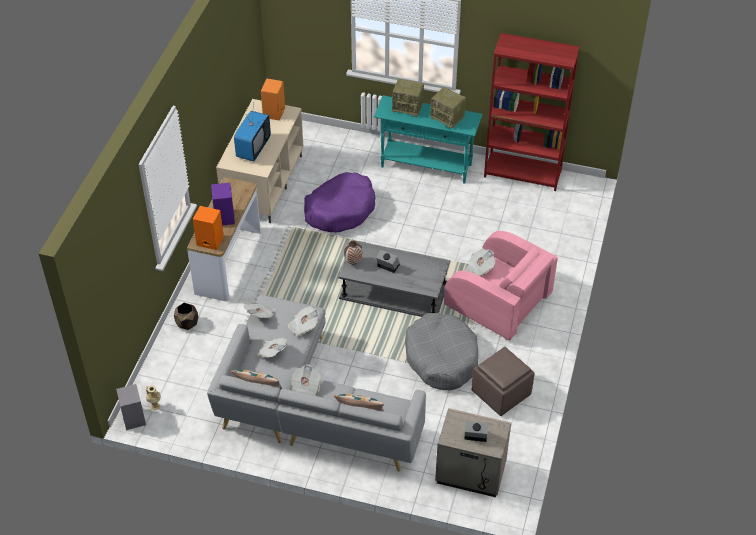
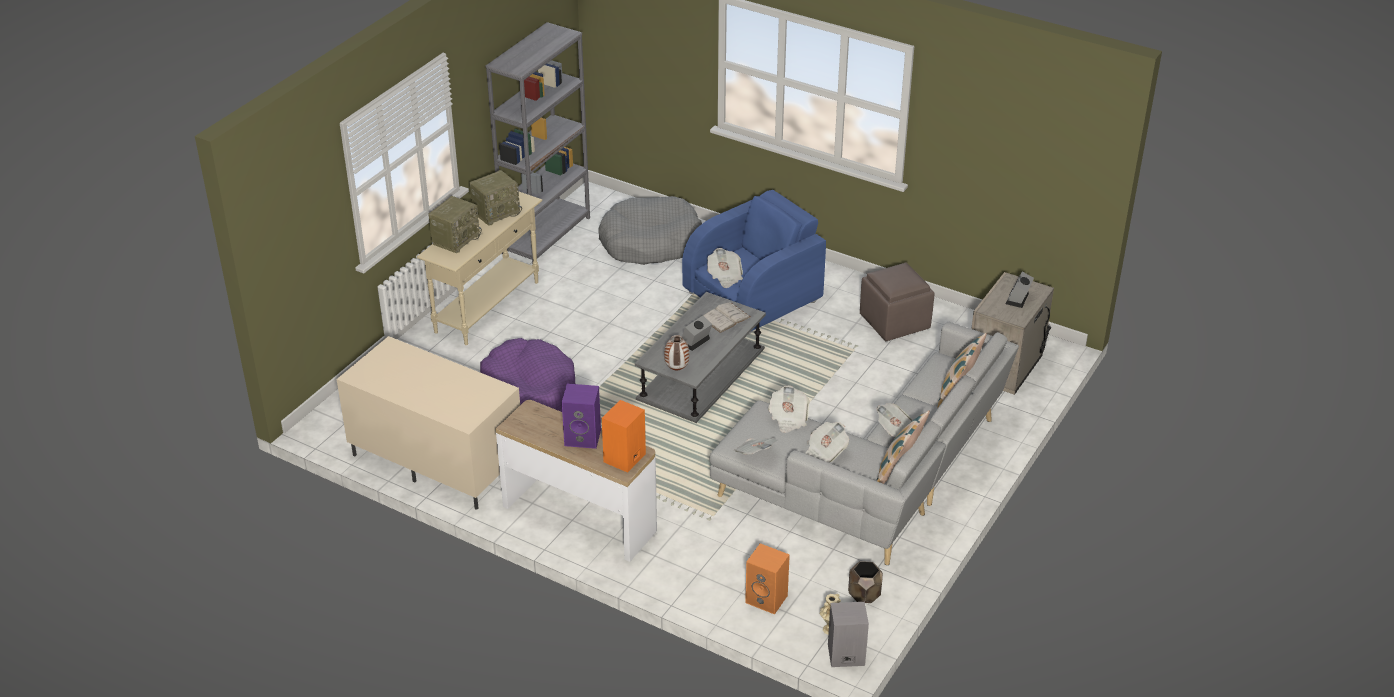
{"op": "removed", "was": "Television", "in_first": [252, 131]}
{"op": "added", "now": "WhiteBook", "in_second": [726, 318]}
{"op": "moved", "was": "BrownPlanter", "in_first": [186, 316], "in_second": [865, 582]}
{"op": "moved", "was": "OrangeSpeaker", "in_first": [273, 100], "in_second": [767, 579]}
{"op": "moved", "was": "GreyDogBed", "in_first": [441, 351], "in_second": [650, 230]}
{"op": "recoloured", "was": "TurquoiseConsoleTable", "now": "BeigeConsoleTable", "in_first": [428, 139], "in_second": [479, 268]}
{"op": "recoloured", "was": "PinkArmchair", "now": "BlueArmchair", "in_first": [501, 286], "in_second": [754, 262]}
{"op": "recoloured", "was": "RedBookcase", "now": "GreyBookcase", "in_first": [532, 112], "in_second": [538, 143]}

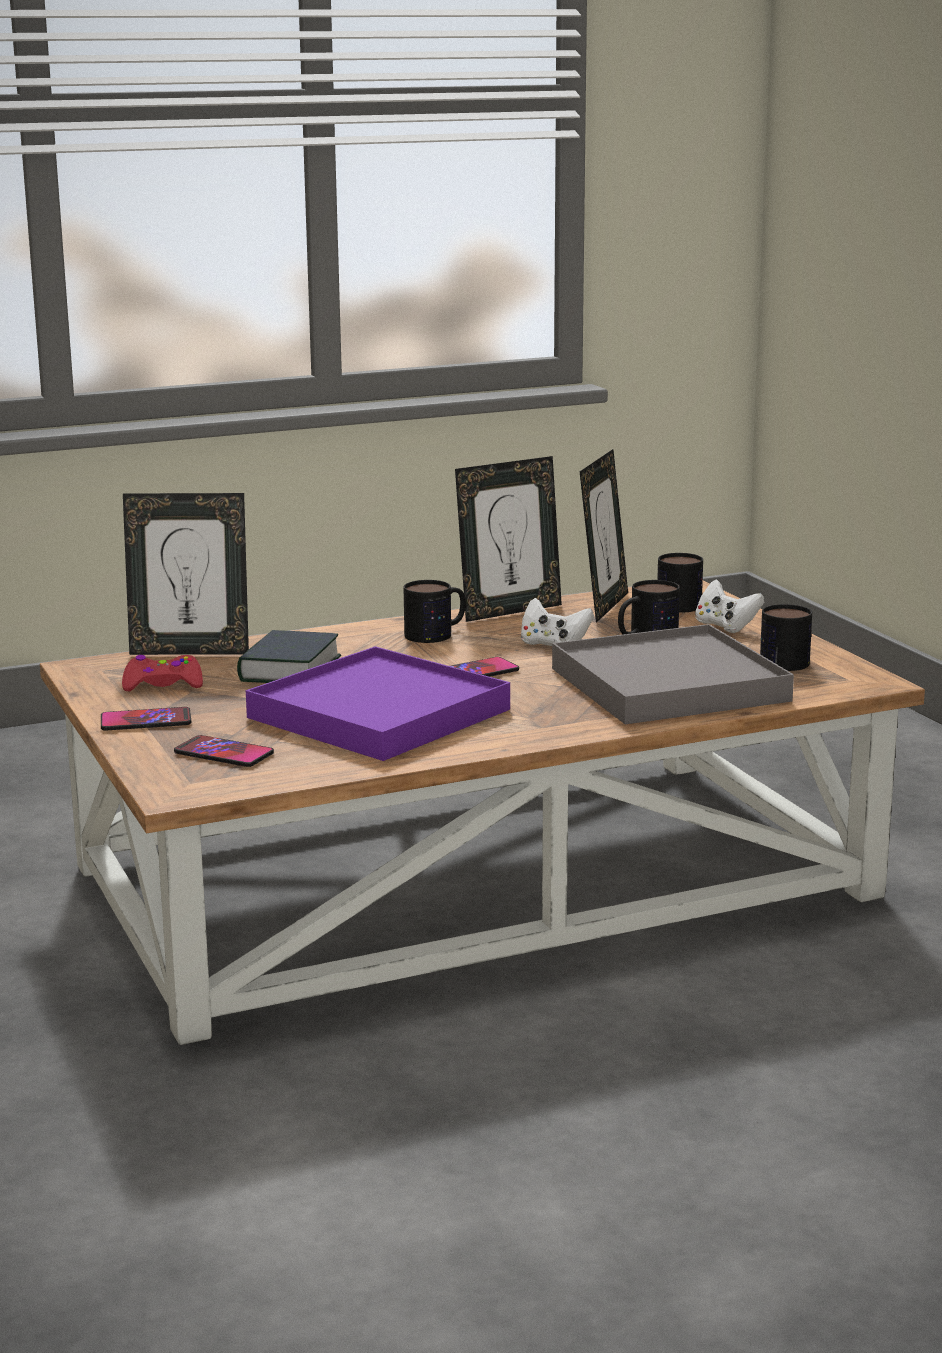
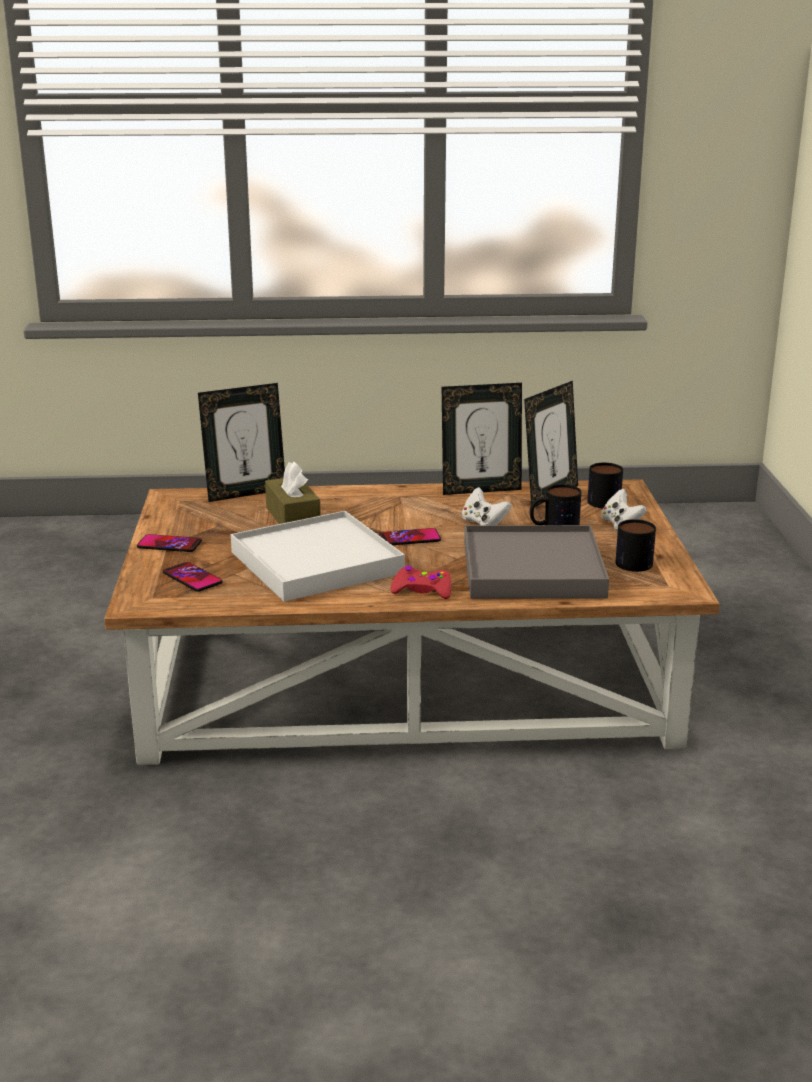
{"op": "removed", "was": "Mug", "in_first": [435, 611]}
{"op": "moved", "was": "RedGameController", "in_first": [162, 673], "in_second": [421, 582]}
{"op": "replaced", "was": "Book", "now": "BrownTissueBox", "in_first": [289, 656], "in_second": [293, 492]}
{"op": "recoloured", "was": "PurpleTray", "now": "WhiteTray", "in_first": [378, 703], "in_second": [318, 556]}
{"op": "turned", "was": "PictureFrame", "in_first": [186, 574], "in_second": [241, 442], "clockwise": -45}

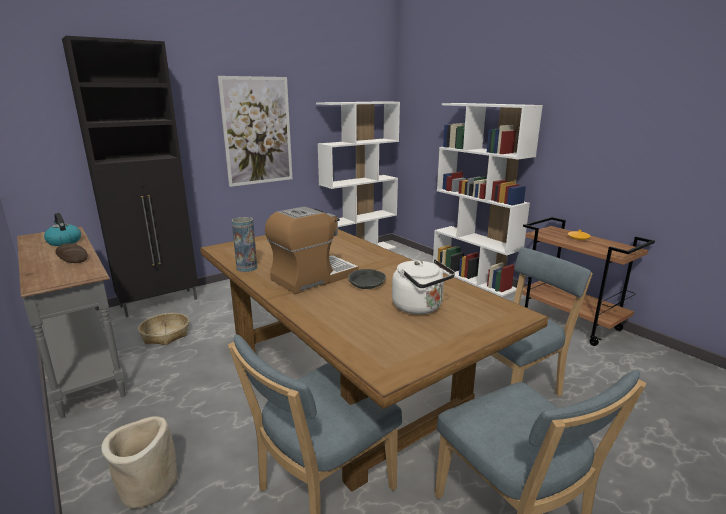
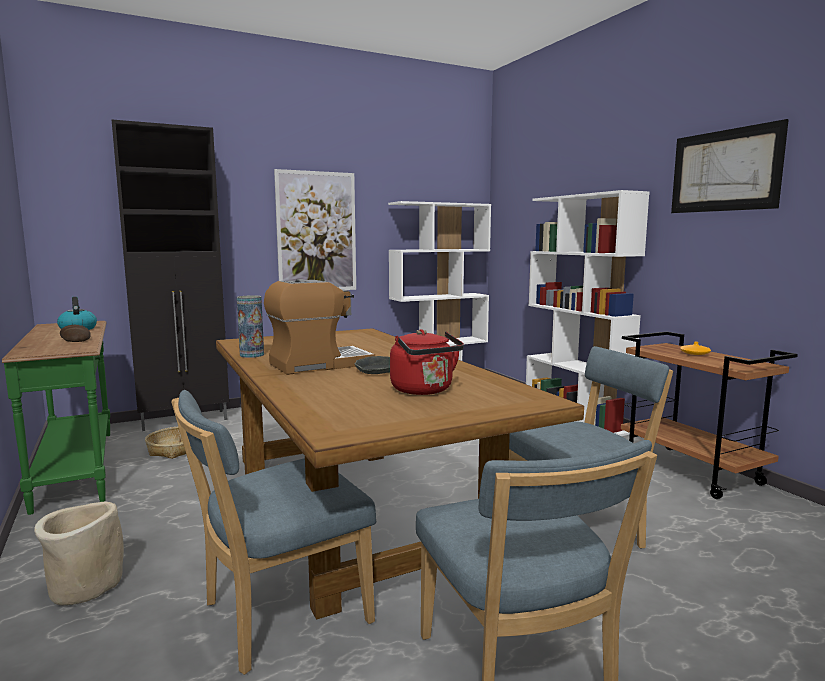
{"op": "added", "now": "Picture", "in_second": [730, 166]}
{"op": "recoloured", "was": "GreyConsoleTable", "now": "GreenConsoleTable", "in_first": [71, 322], "in_second": [56, 418]}
{"op": "recoloured", "was": "WhiteKettle", "now": "RedKettle", "in_first": [423, 286], "in_second": [427, 362]}

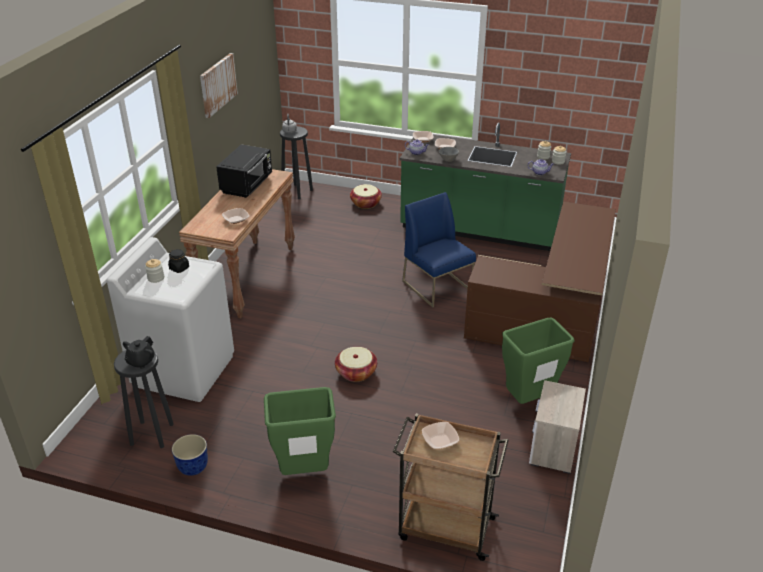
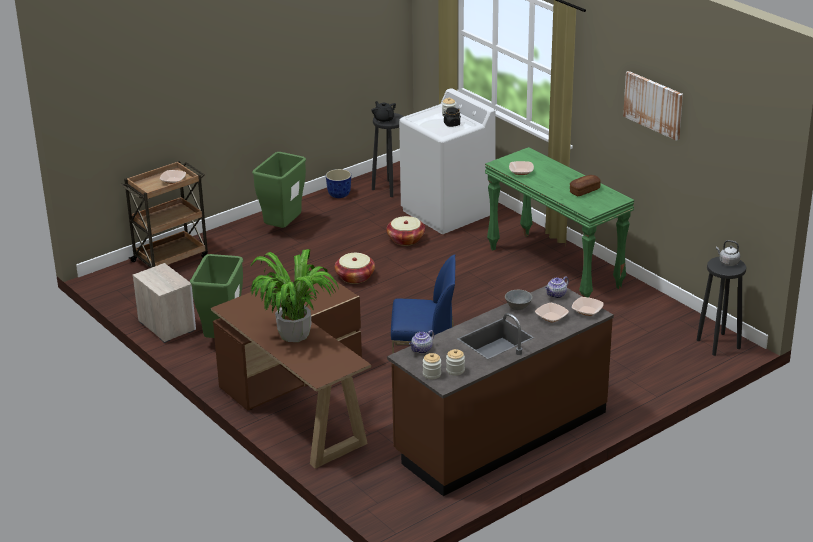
{"op": "added", "now": "PottedPlant", "in_second": [294, 295]}
{"op": "moved", "was": "Basket", "in_first": [366, 196], "in_second": [406, 231]}
{"op": "replaced", "was": "BlackMicrowave", "now": "Bread", "in_first": [244, 171], "in_second": [585, 185]}
{"op": "recoloured", "was": "BrownConsoleTable", "now": "GreenConsoleTable", "in_first": [237, 244], "in_second": [560, 222]}
{"op": "recoloured", "was": "GreenCounter", "now": "BrownCounter", "in_first": [485, 186], "in_second": [500, 390]}

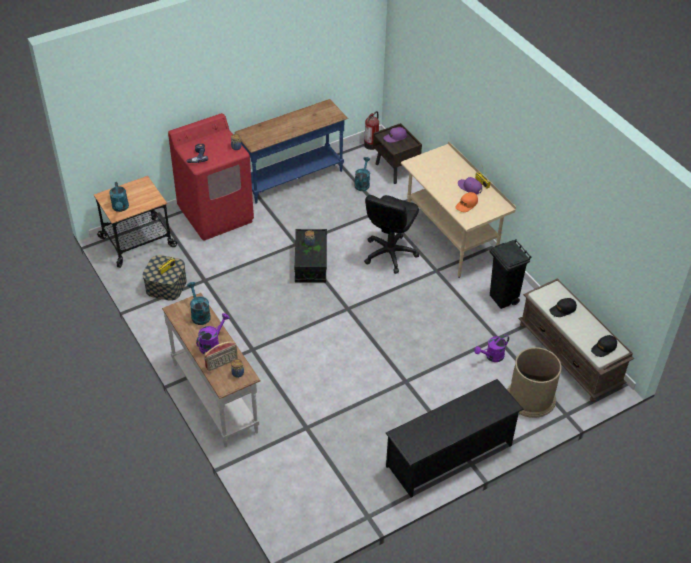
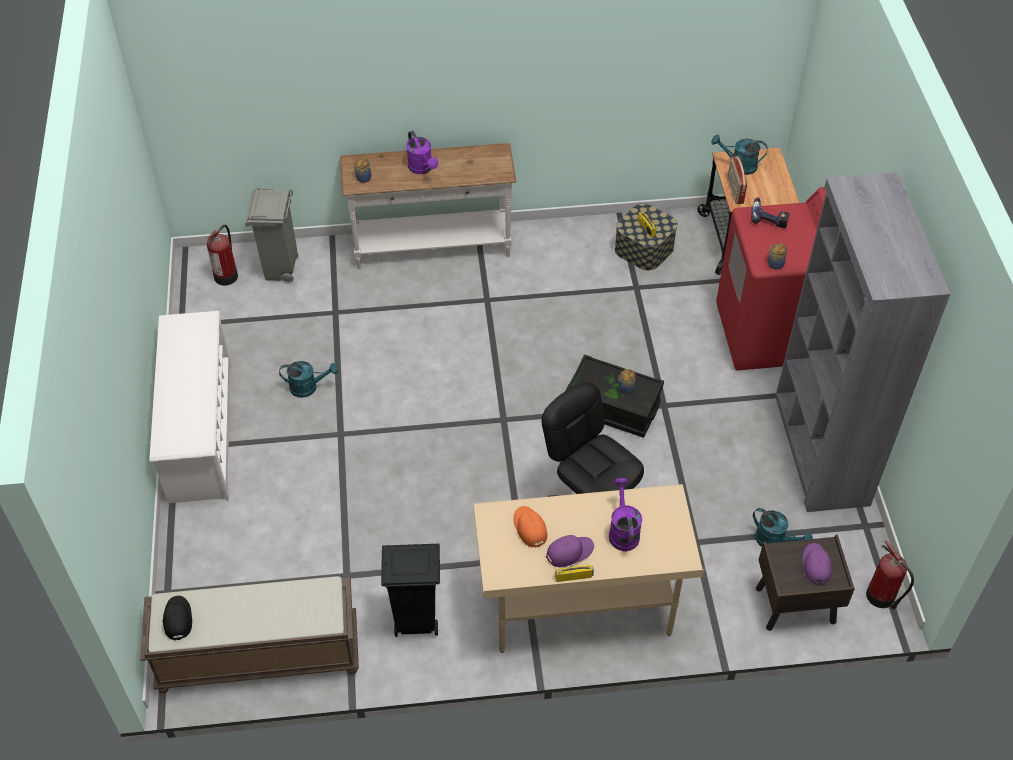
{"op": "removed", "was": "BrownTrashCan", "in_first": [534, 382]}
{"op": "removed", "was": "BlackCap", "in_first": [563, 307]}
{"op": "added", "now": "FireExtinguisher", "in_second": [222, 255]}
{"op": "added", "now": "GreyTrashCan", "in_second": [272, 235]}
{"op": "moved", "was": "TurquoiseWateringCan", "in_first": [199, 303], "in_second": [308, 379]}
{"op": "moved", "was": "Radio", "in_first": [221, 356], "in_second": [737, 180]}
{"op": "moved", "was": "PurpleWateringCan", "in_first": [491, 348], "in_second": [625, 514]}
{"op": "replaced", "was": "BlueConsoleTable", "now": "GreyBookcase", "in_first": [291, 151], "in_second": [862, 342]}
{"op": "recoloured", "was": "BlackShoeRack", "now": "WhiteShoeRack", "in_first": [455, 438], "in_second": [190, 407]}

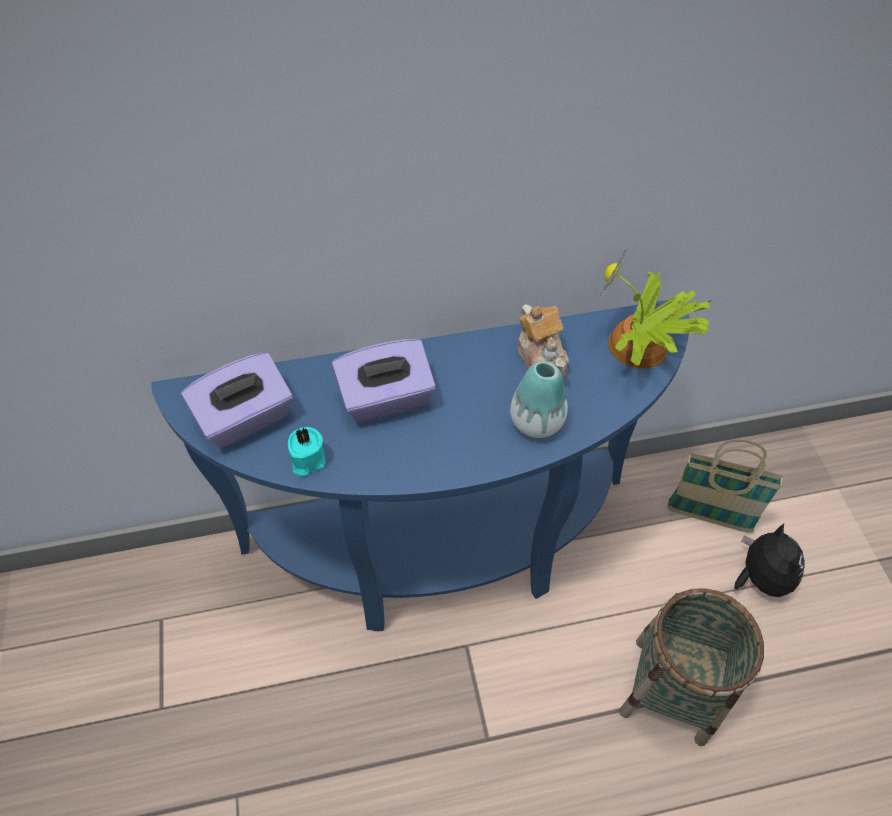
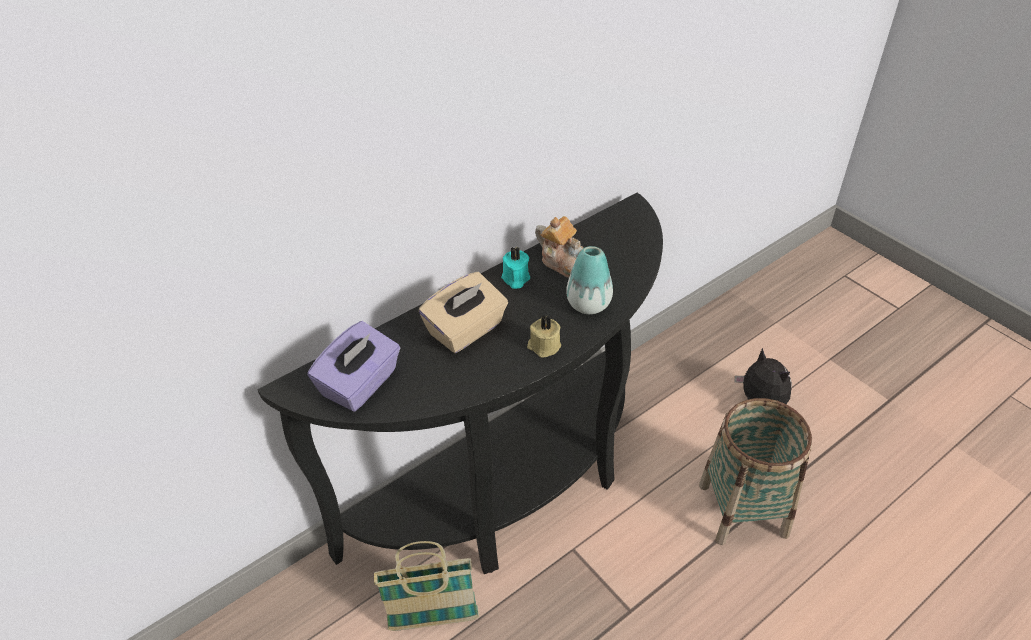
{"op": "removed", "was": "PottedPlant", "in_first": [654, 307]}
{"op": "added", "now": "BeigeCandle", "in_second": [544, 336]}
{"op": "moved", "was": "TurquoiseCandle", "in_first": [307, 452], "in_second": [515, 268]}
{"op": "moved", "was": "Basket", "in_first": [725, 486], "in_second": [426, 586]}
{"op": "recoloured", "was": "BlueConsoleTable", "now": "BlackConsoleTable", "in_first": [420, 465], "in_second": [460, 383]}
{"op": "recoloured", "was": "PurpleTissueBox", "now": "BeigeTissueBox", "in_first": [384, 381], "in_second": [463, 312]}

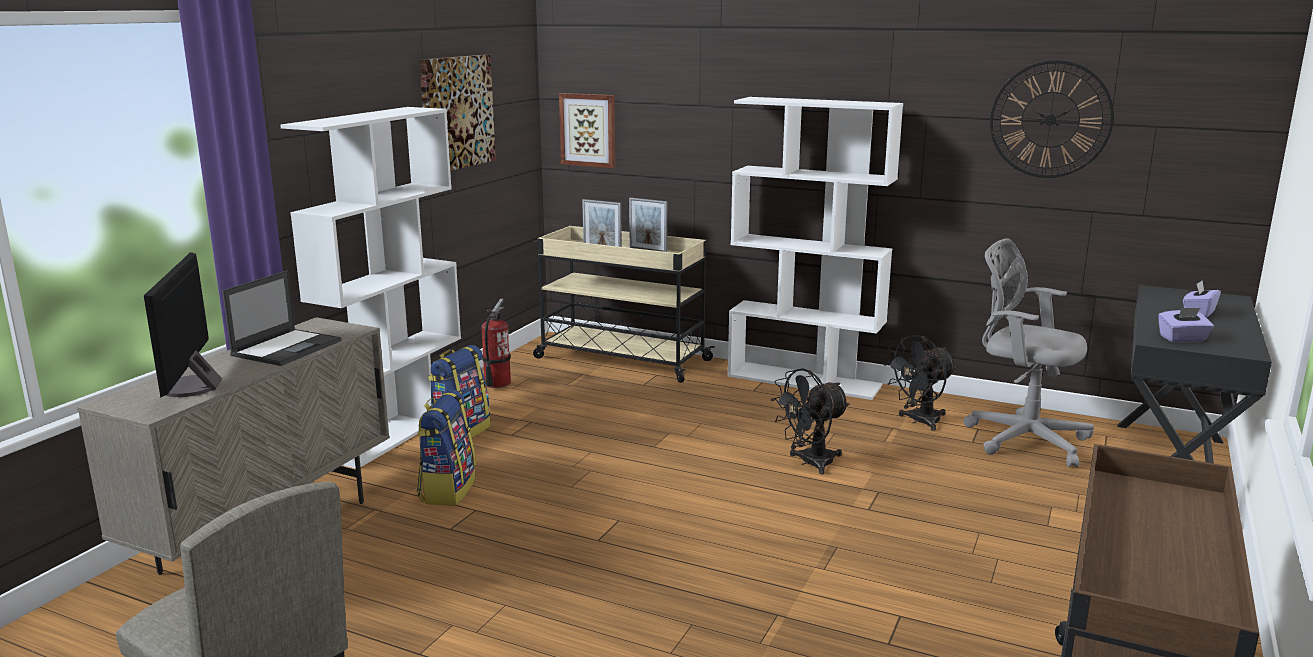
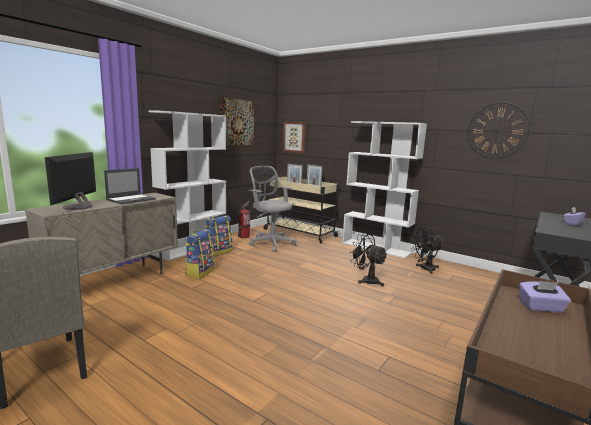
{"op": "moved", "was": "GreyOfficeChair", "in_first": [1029, 353], "in_second": [272, 209]}
{"op": "moved", "was": "PurpleTissueBox", "in_first": [1186, 324], "in_second": [545, 297]}
{"op": "turned", "was": "BlackFan", "in_first": [810, 421], "in_second": [368, 259], "clockwise": 60}

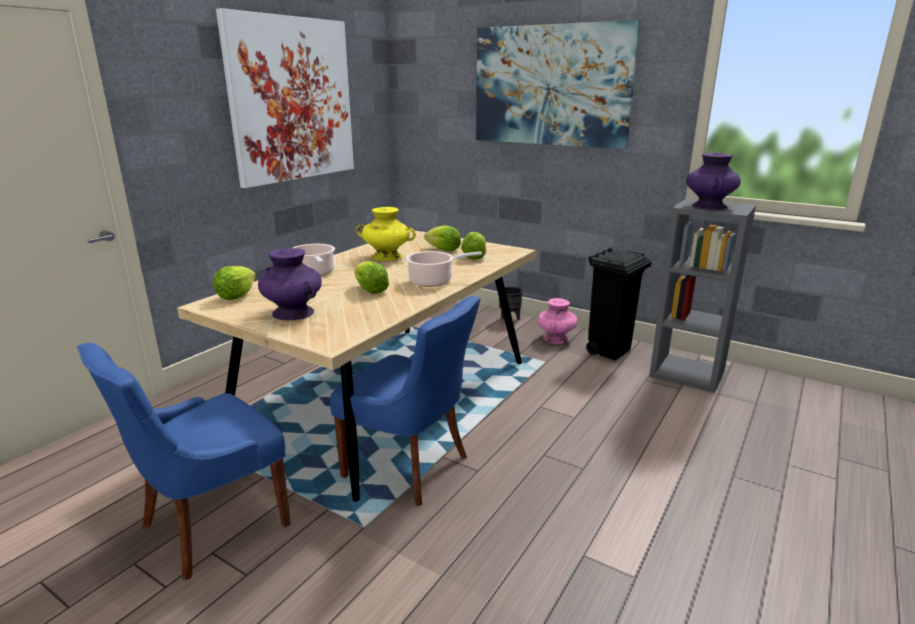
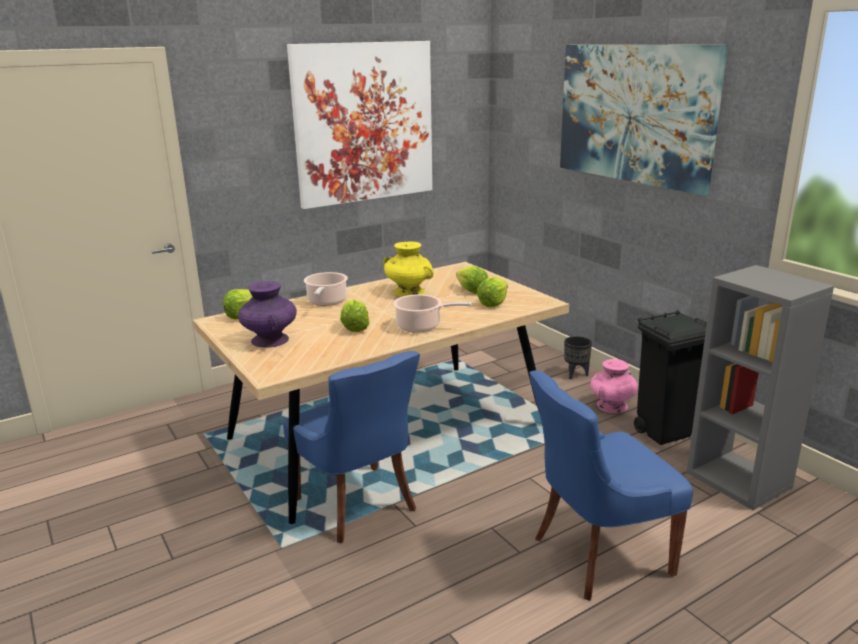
{"op": "removed", "was": "PurpleVase", "in_first": [713, 181]}
{"op": "moved", "was": "BlueChair", "in_first": [184, 461], "in_second": [611, 485]}

